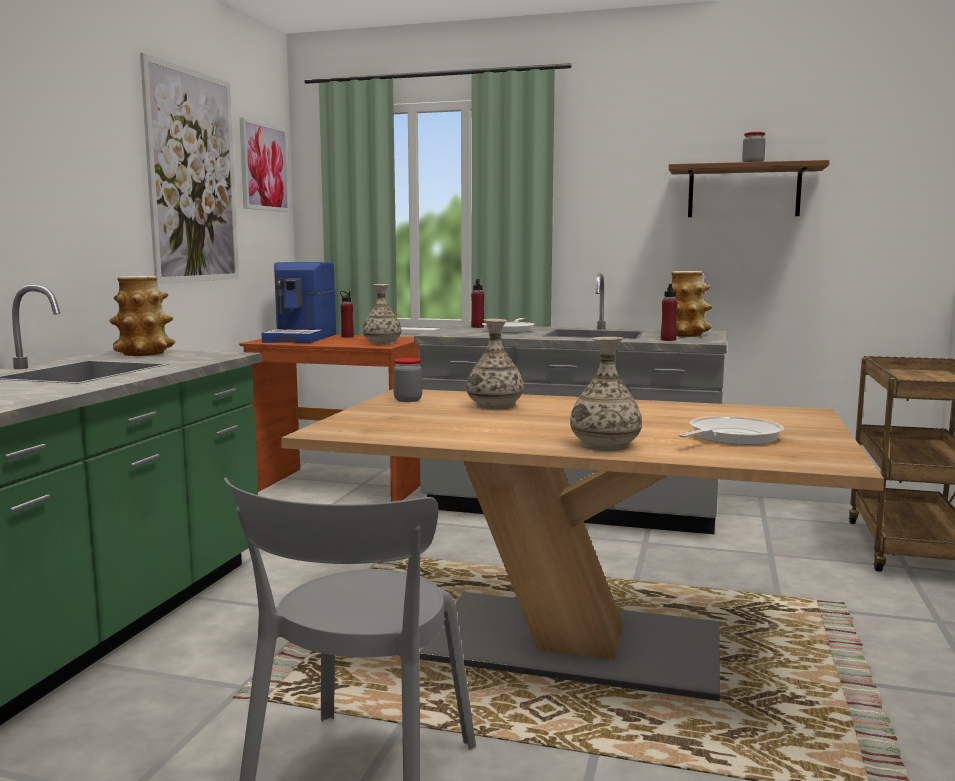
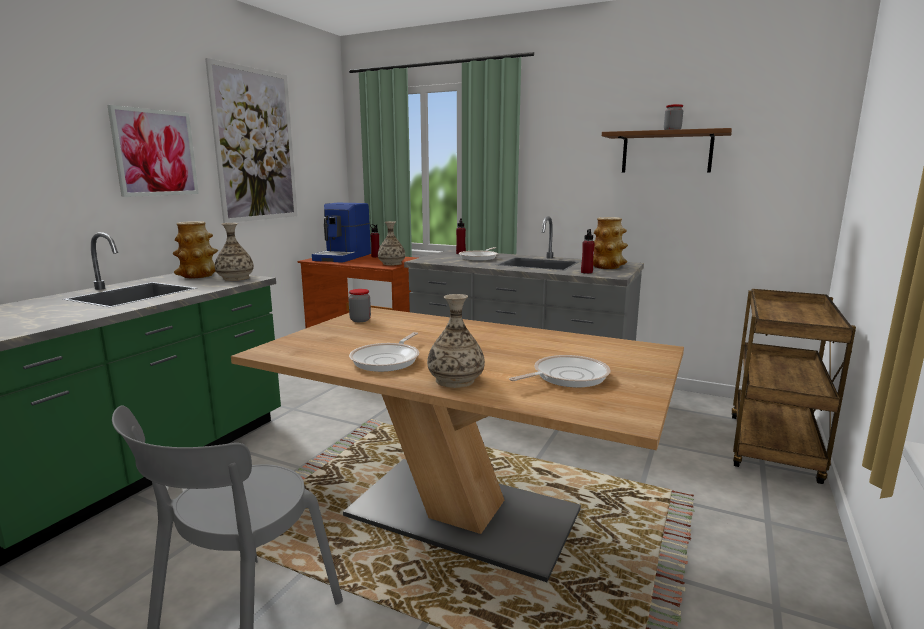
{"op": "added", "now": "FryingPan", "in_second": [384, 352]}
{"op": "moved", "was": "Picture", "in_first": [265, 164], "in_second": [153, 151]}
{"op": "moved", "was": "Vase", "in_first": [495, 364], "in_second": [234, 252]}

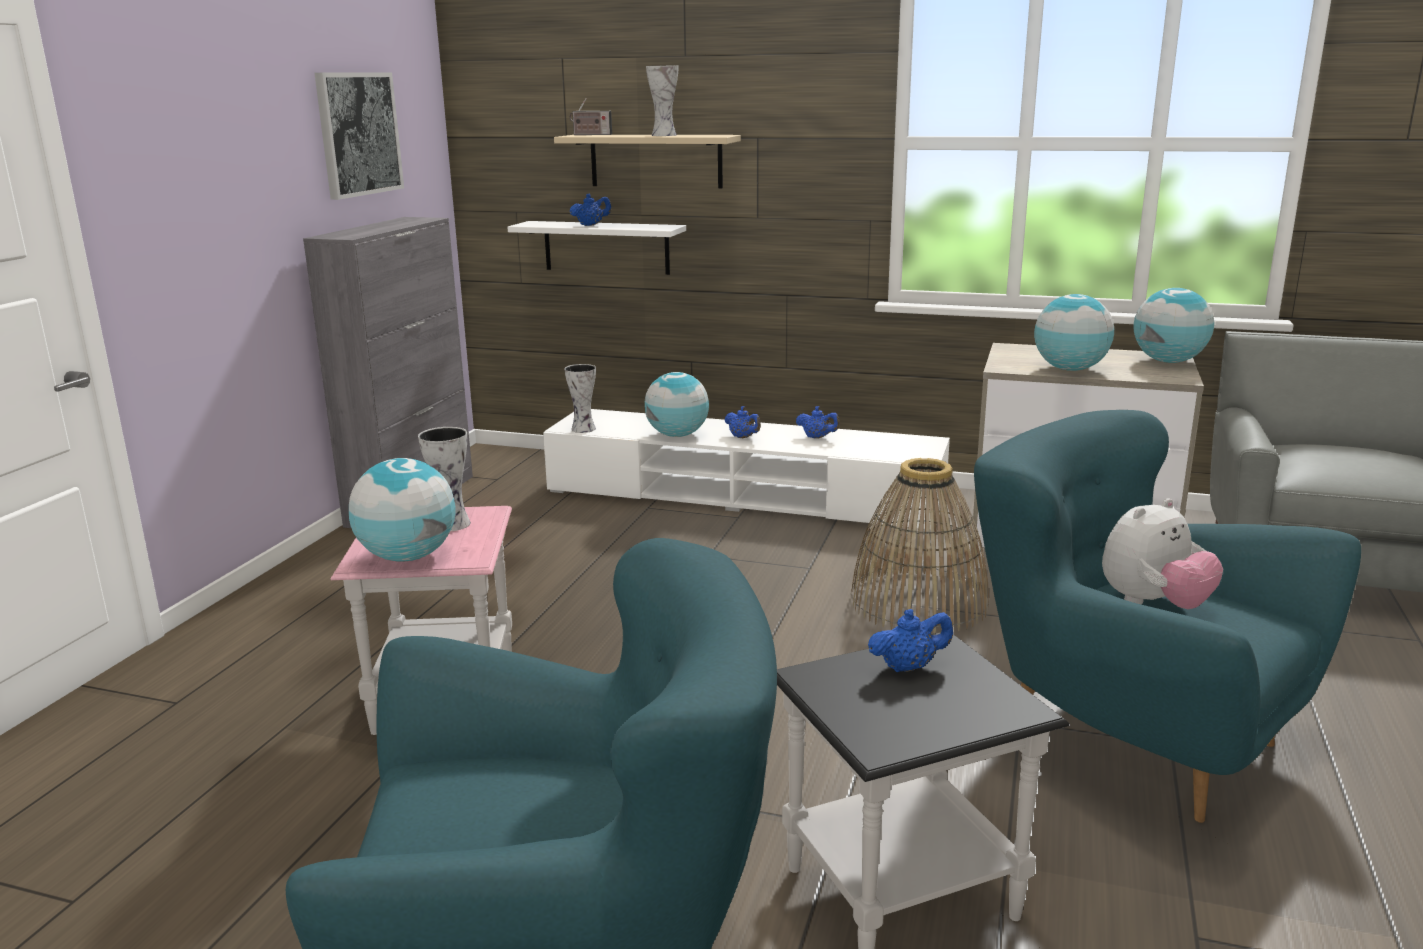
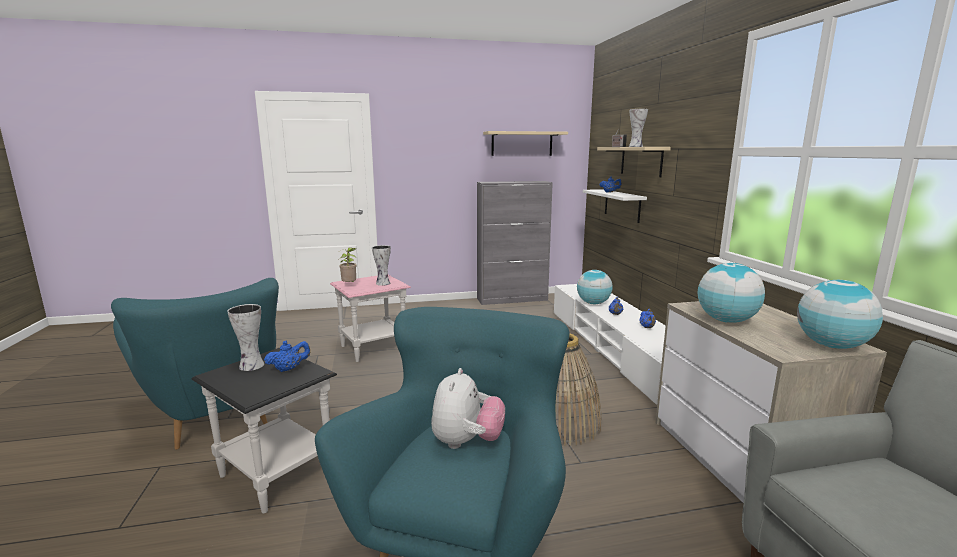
{"op": "moved", "was": "Vase", "in_first": [580, 398], "in_second": [245, 337]}
{"op": "replaced", "was": "Picture", "now": "BeigeShelf", "in_first": [359, 136], "in_second": [525, 143]}
{"op": "replaced", "was": "Globe", "now": "PottedPlant", "in_first": [402, 510], "in_second": [347, 265]}
{"op": "turned", "was": "BlueTeapot", "in_first": [910, 640], "in_second": [287, 356], "clockwise": -75}
{"op": "turned", "was": "PlushToy", "in_first": [1162, 553], "in_second": [468, 408], "clockwise": -105}

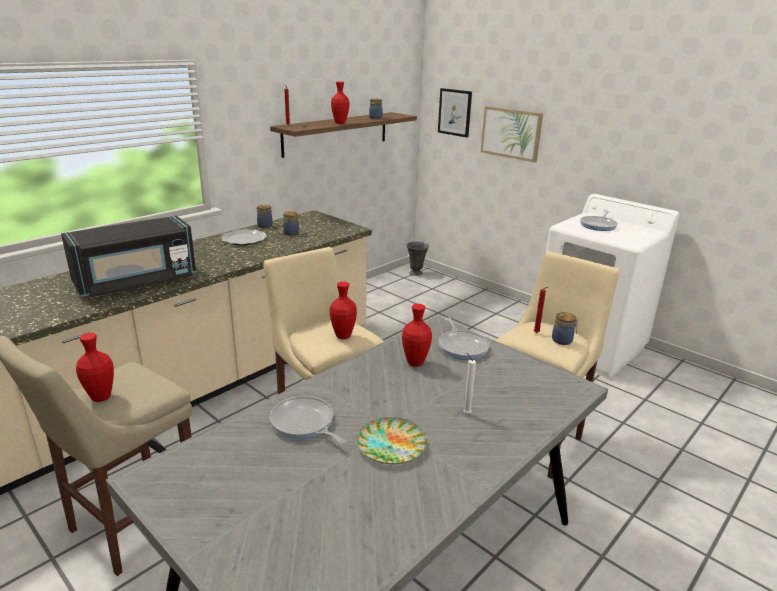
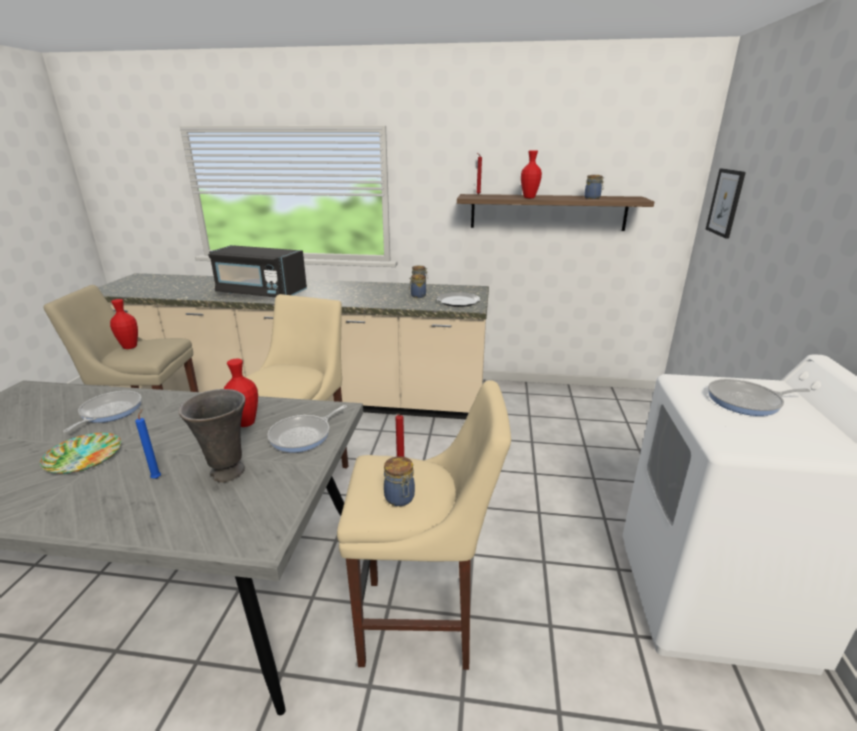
{"op": "removed", "was": "RedVase", "in_first": [343, 310]}
{"op": "removed", "was": "Picture", "in_first": [511, 134]}
{"op": "moved", "was": "Plate", "in_first": [244, 237], "in_second": [458, 299]}
{"op": "moved", "was": "GreyVase", "in_first": [418, 259], "in_second": [212, 436]}
{"op": "recoloured", "was": "WhiteCandle", "now": "BlueCandle", "in_first": [469, 383], "in_second": [148, 444]}

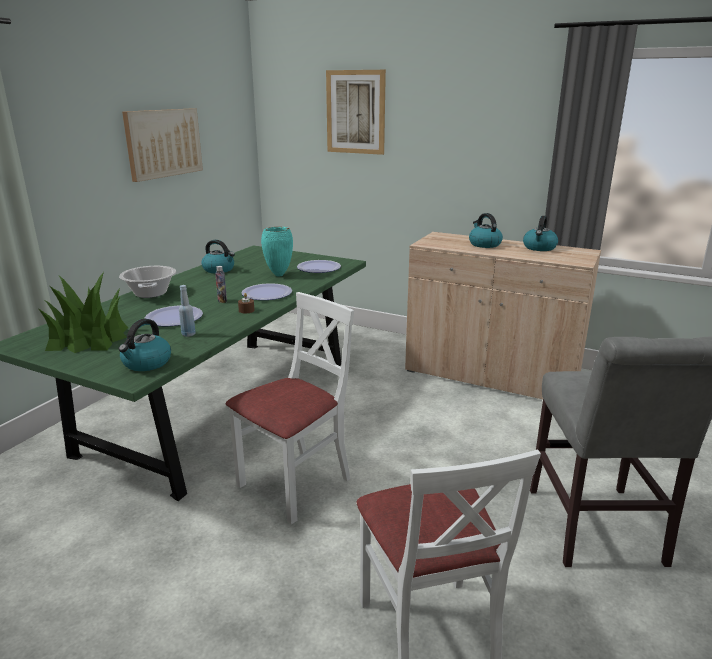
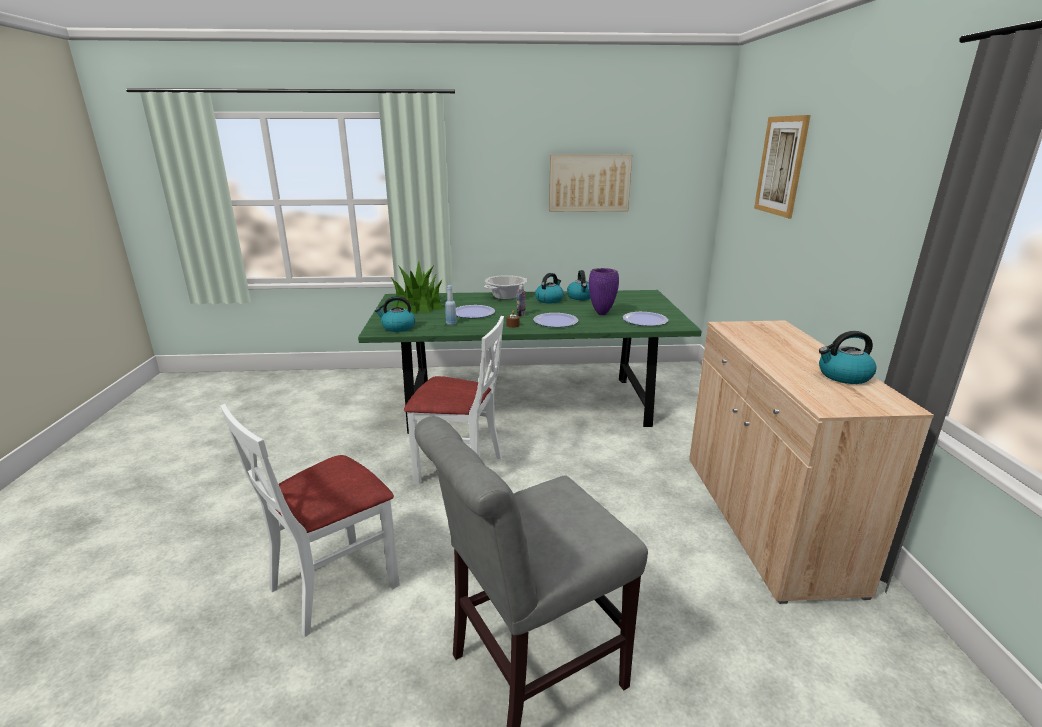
{"op": "moved", "was": "Kettle", "in_first": [486, 230], "in_second": [549, 288]}
{"op": "recoloured", "was": "TurquoiseVase", "now": "PurpleVase", "in_first": [277, 251], "in_second": [604, 291]}

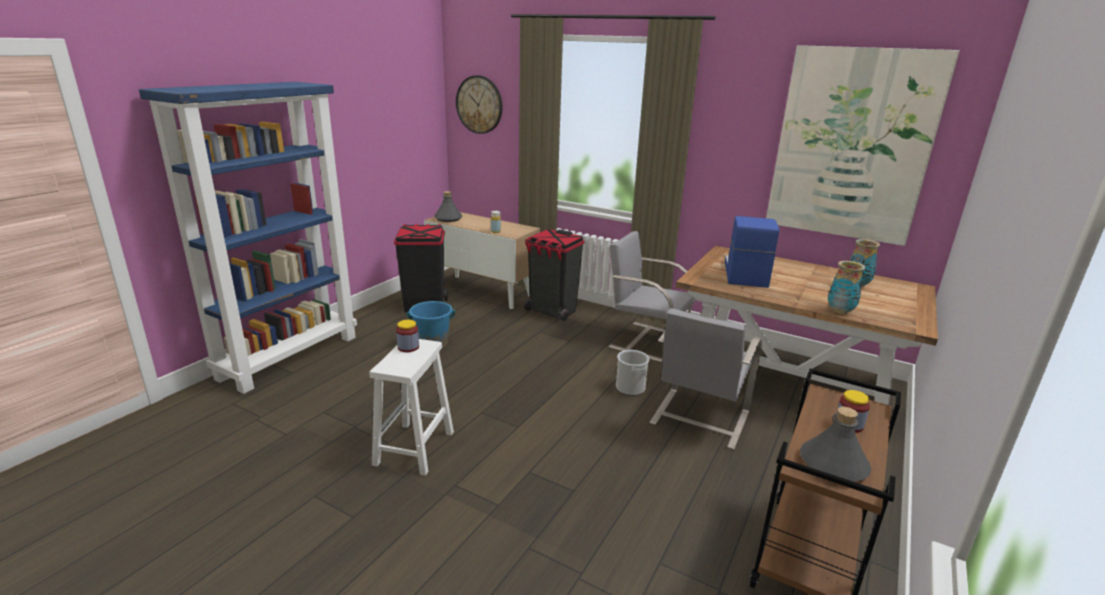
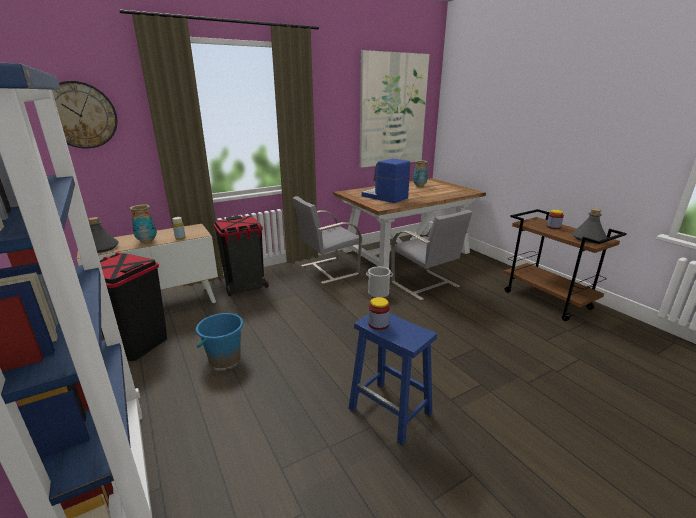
{"op": "moved", "was": "Vase", "in_first": [846, 287], "in_second": [143, 224]}
{"op": "recoloured", "was": "WhiteStool", "now": "BlueStool", "in_first": [411, 407], "in_second": [392, 379]}

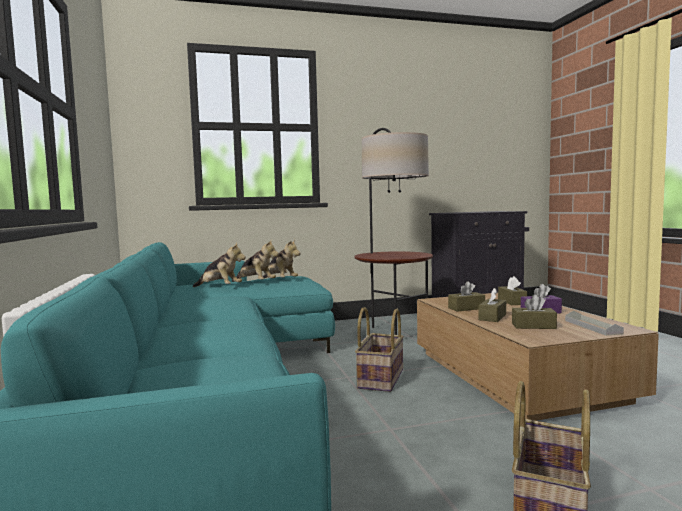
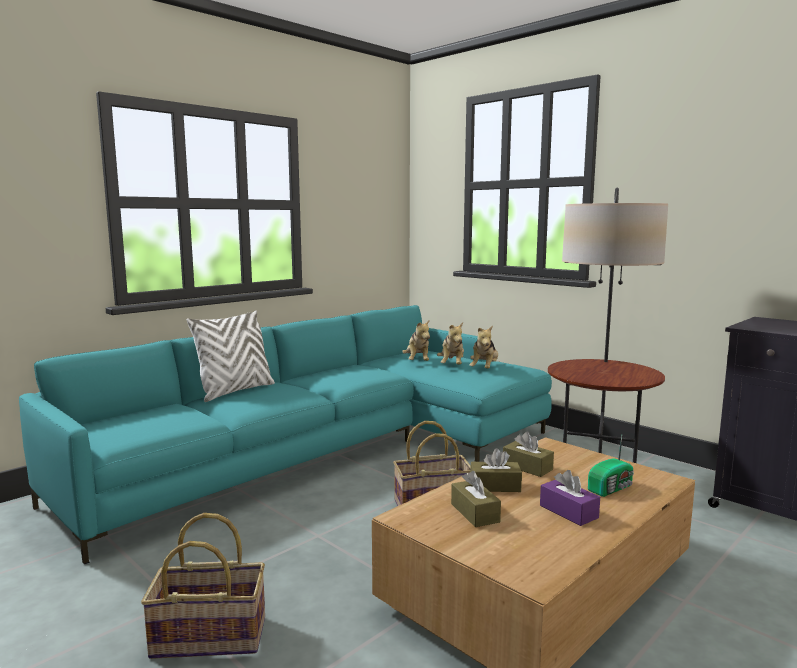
{"op": "removed", "was": "GreyTray", "in_first": [594, 323]}
{"op": "added", "now": "WhitePillow", "in_second": [231, 356]}
{"op": "replaced", "was": "BrownTissueBox", "now": "Radio", "in_first": [512, 290], "in_second": [611, 466]}

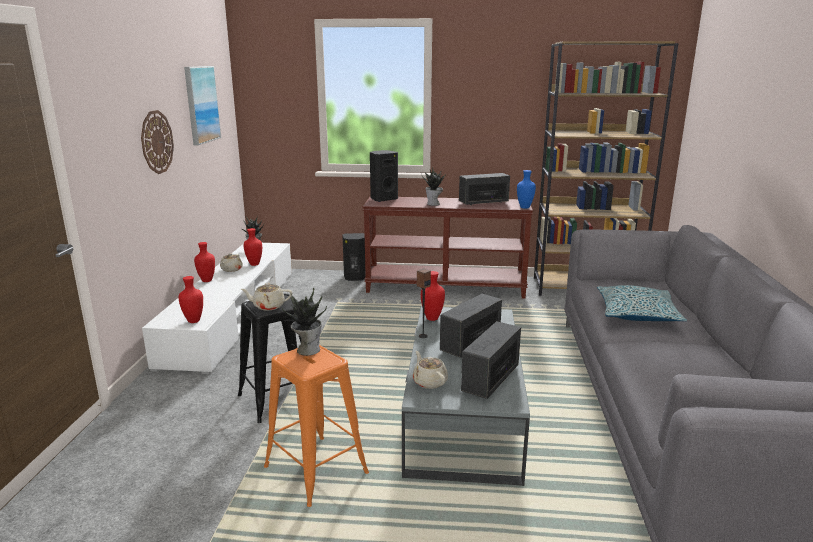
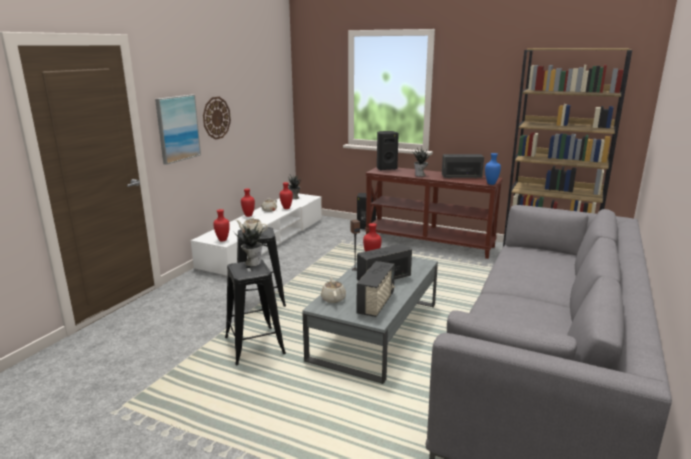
{"op": "removed", "was": "Pillow", "in_first": [642, 303]}
{"op": "moved", "was": "Picture", "in_first": [202, 105], "in_second": [178, 130]}
{"op": "recoloured", "was": "OrangeStool", "now": "BlackStool", "in_first": [316, 426], "in_second": [255, 312]}
{"op": "turned", "was": "Radio", "in_first": [491, 360], "in_second": [376, 289], "clockwise": 150}

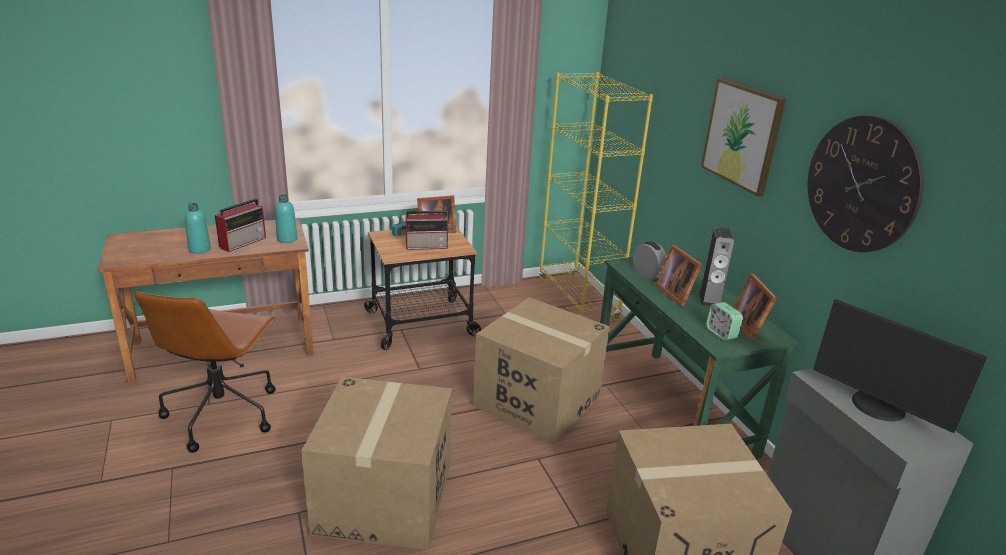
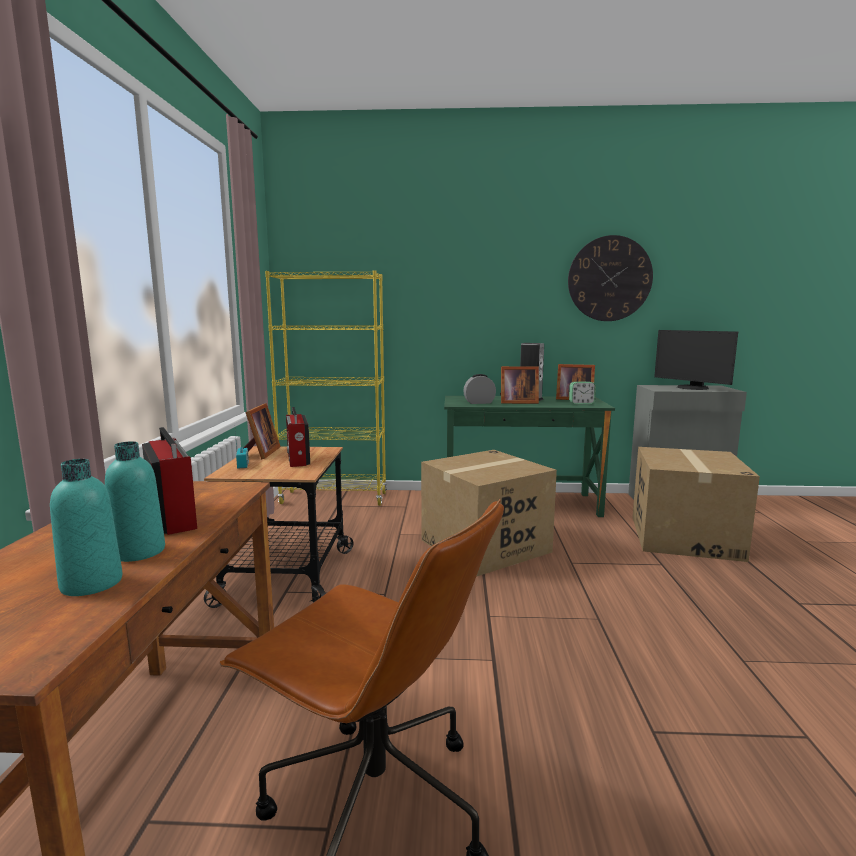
{"op": "removed", "was": "CardboardBox", "in_first": [376, 463]}
{"op": "removed", "was": "Picture", "in_first": [743, 137]}
{"op": "moved", "was": "TurquoiseBottle", "in_first": [286, 218], "in_second": [86, 527]}
{"op": "turned", "was": "Radio", "in_first": [428, 230], "in_second": [298, 437], "clockwise": 150}
{"op": "turned", "was": "Monitor", "in_first": [900, 366], "in_second": [696, 360], "clockwise": 75}

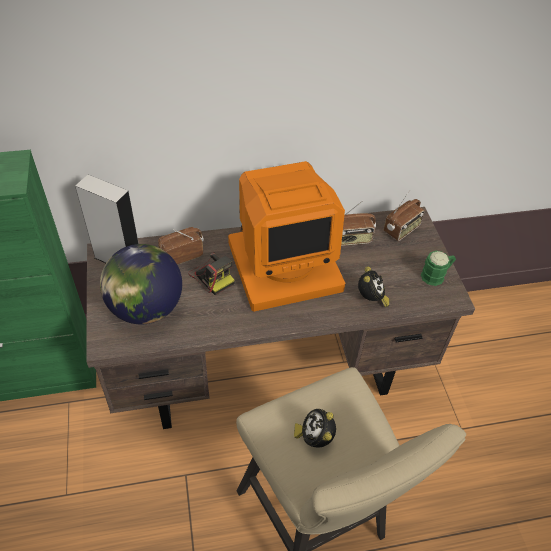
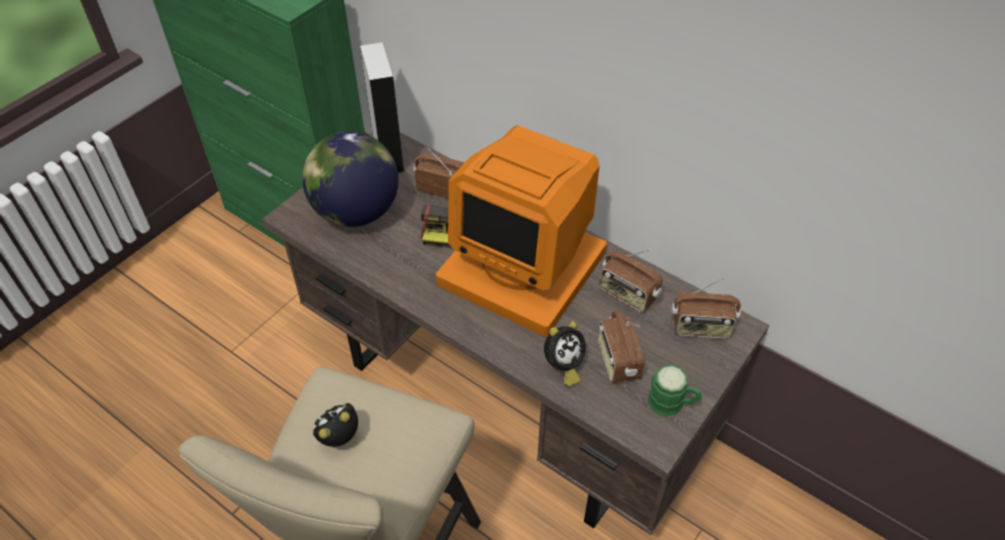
{"op": "added", "now": "Radio", "in_second": [621, 346]}

